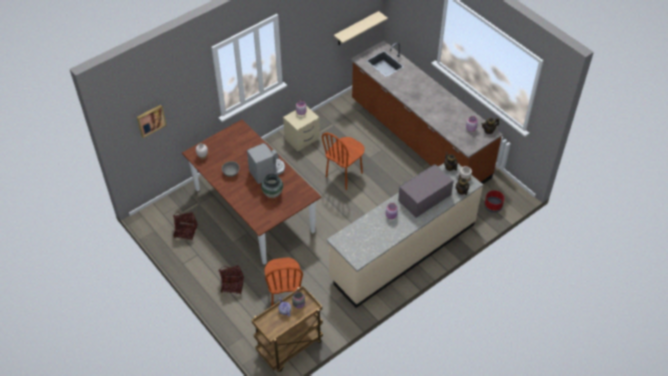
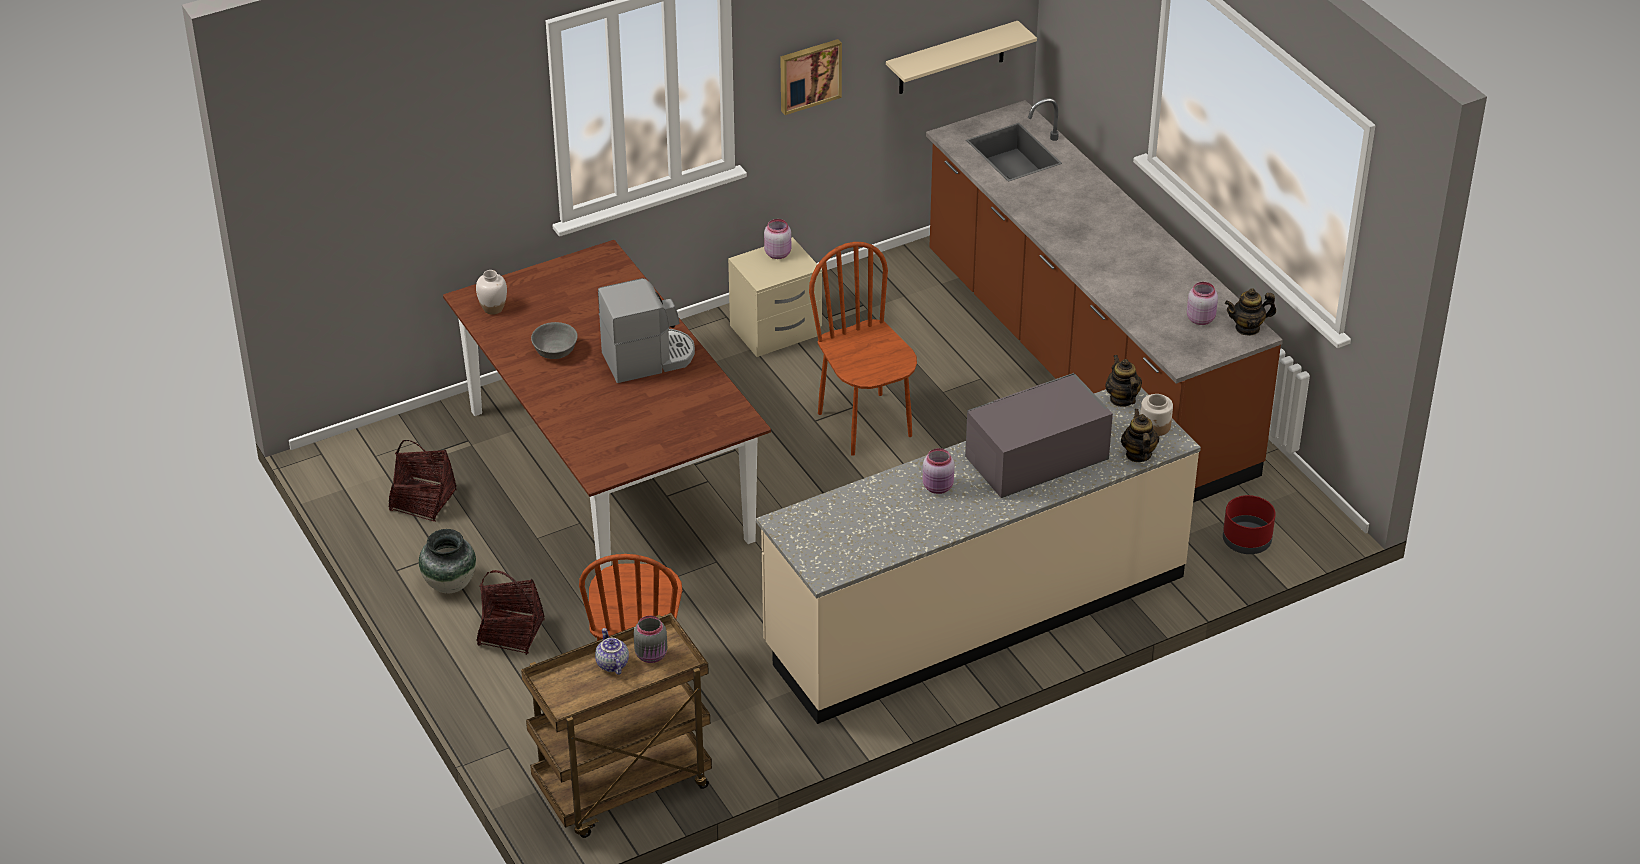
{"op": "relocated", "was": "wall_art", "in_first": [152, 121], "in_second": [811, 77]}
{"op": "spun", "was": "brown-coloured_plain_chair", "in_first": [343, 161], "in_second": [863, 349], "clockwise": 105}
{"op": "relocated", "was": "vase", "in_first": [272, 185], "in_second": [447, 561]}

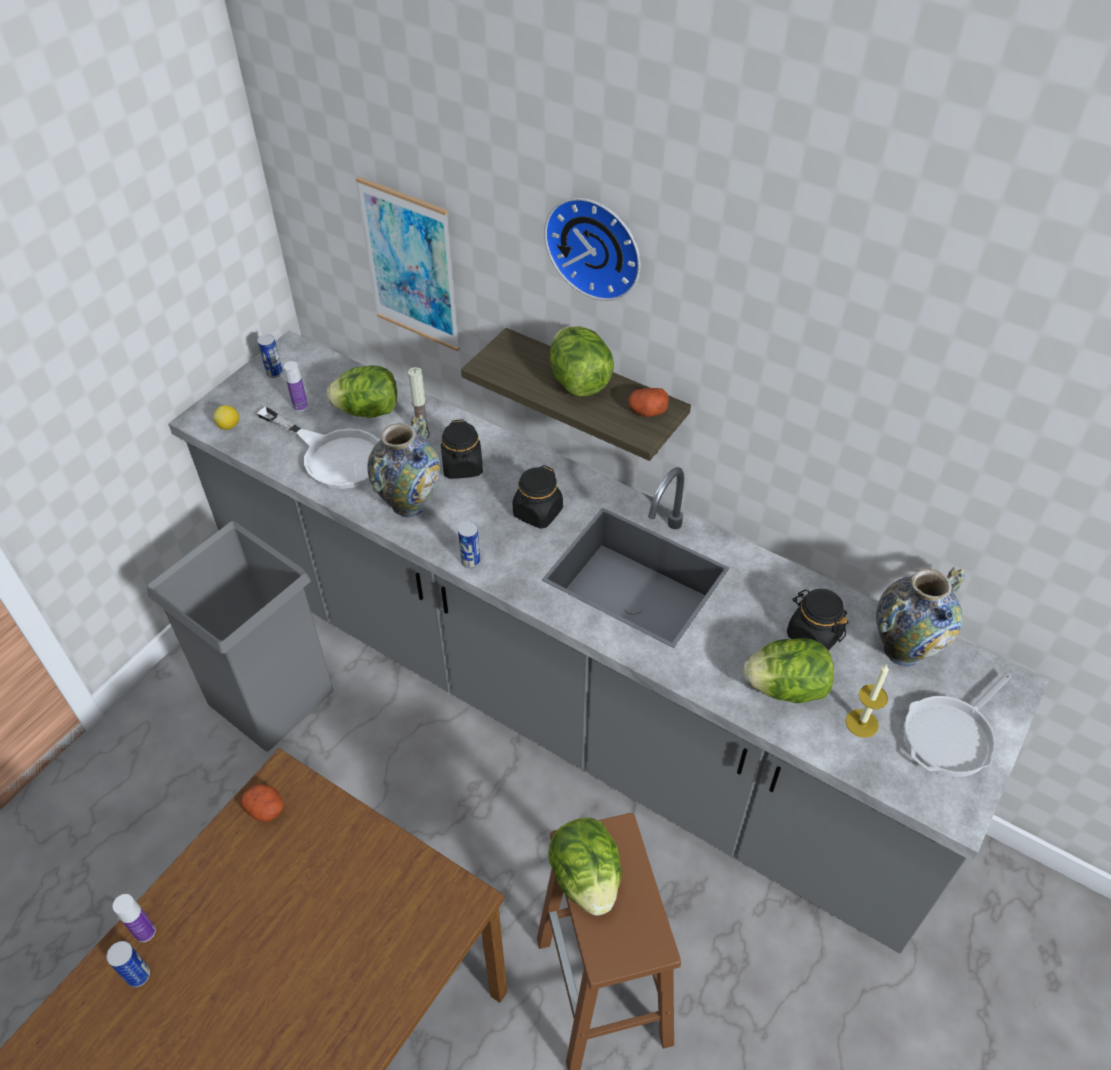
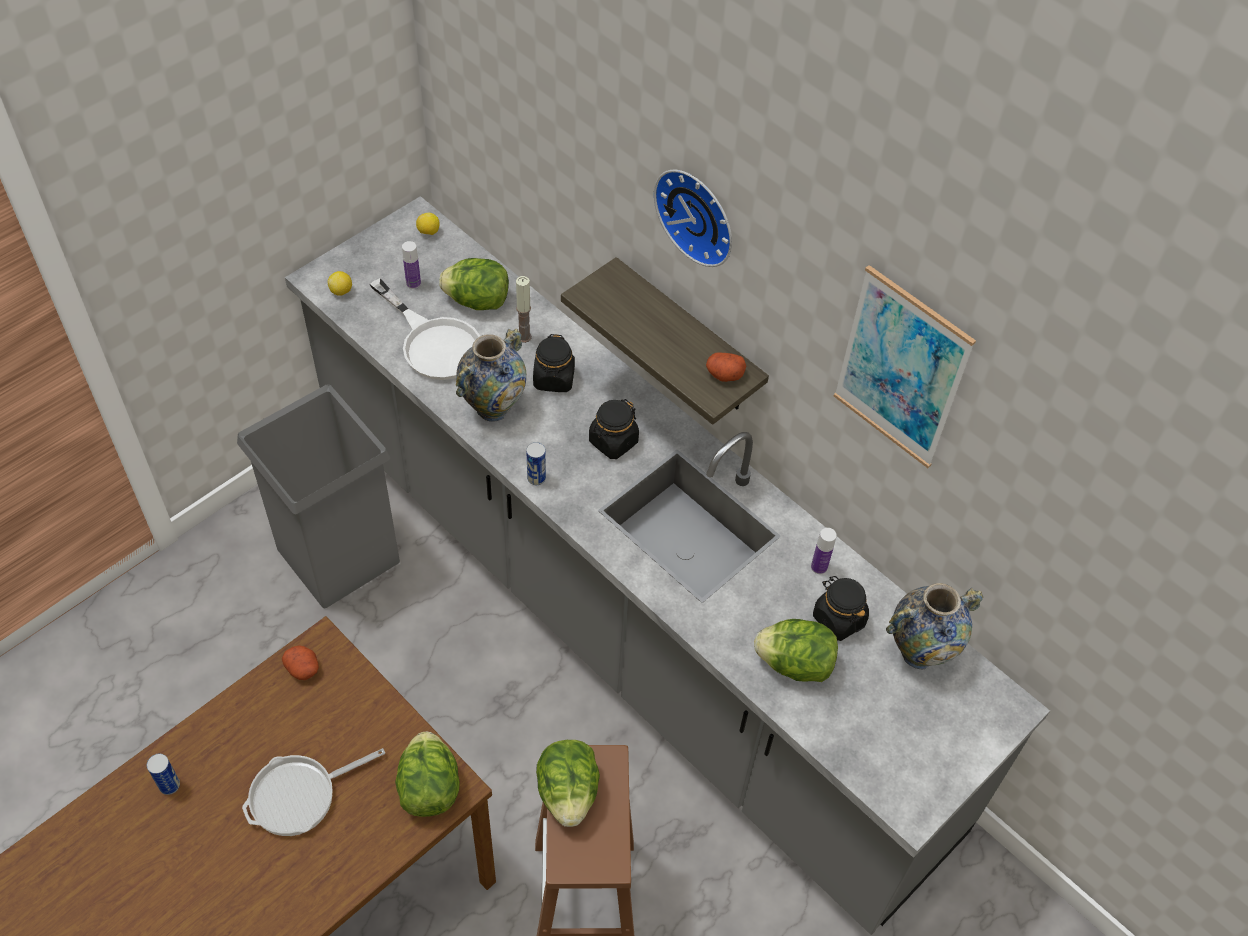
{"op": "relocated", "was": "wall_art", "in_first": [408, 264], "in_second": [905, 366]}
{"op": "relocated", "was": "lettuce", "in_first": [581, 361], "in_second": [427, 774]}
{"op": "missing", "was": "metal_can", "in_first": [270, 356]}
{"op": "missing", "was": "candle", "in_first": [867, 701]}
{"op": "relocated", "was": "skillet", "in_first": [957, 724], "in_second": [313, 792]}
{"op": "relocated", "was": "bottle", "in_first": [134, 918], "in_second": [824, 551]}
{"op": "appeared", "now": "whole_lemon", "in_second": [427, 224]}

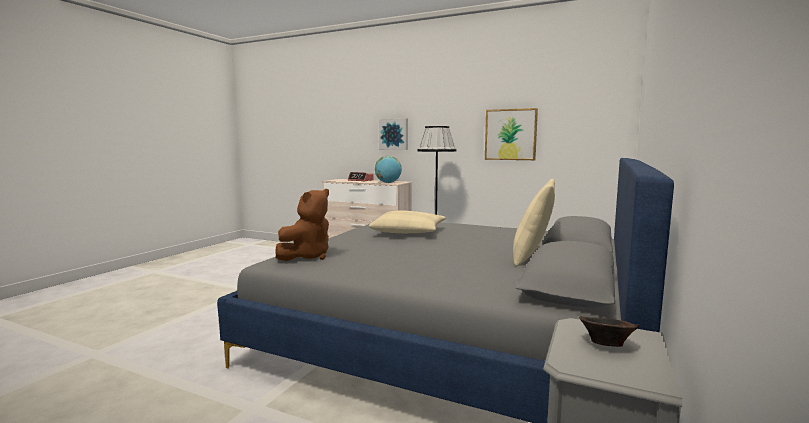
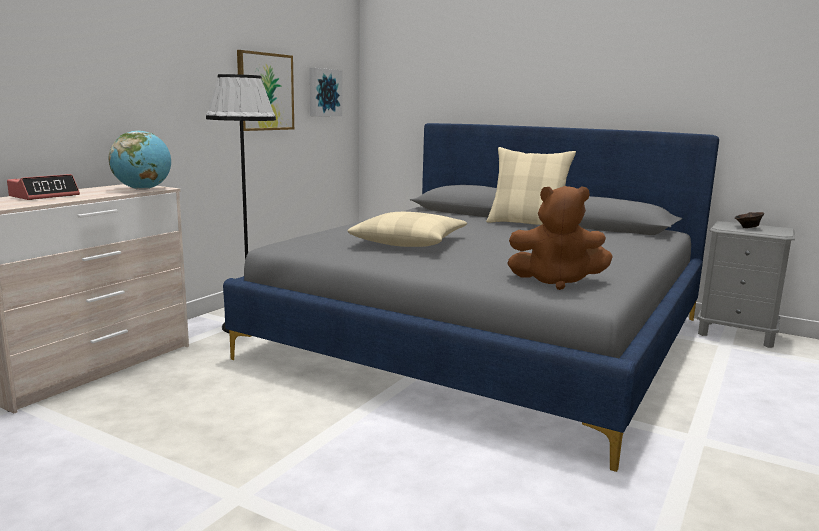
{"op": "relocated", "was": "wall_art", "in_first": [393, 134], "in_second": [325, 92]}
{"op": "spun", "was": "brown-coloured_cuddly_toy", "in_first": [302, 225], "in_second": [560, 238], "clockwise": 150}

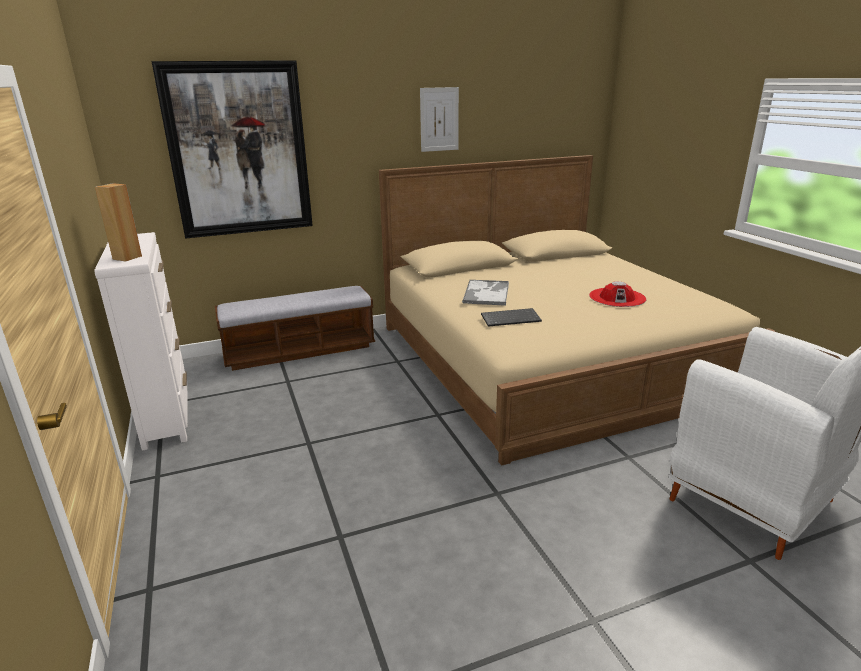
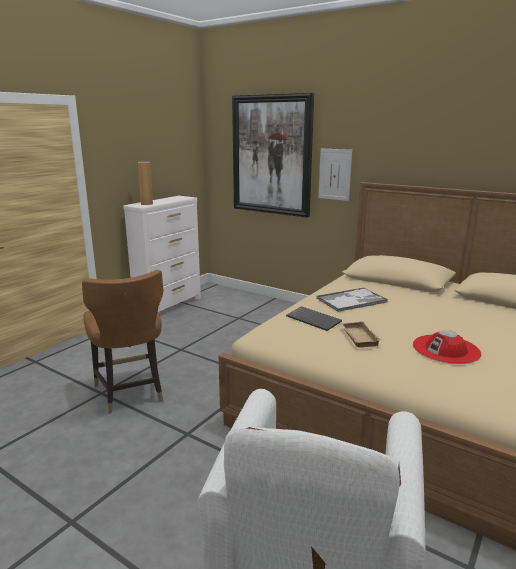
{"op": "relocated", "was": "wall_art", "in_first": [439, 119], "in_second": [335, 175]}
{"op": "missing", "was": "bench", "in_first": [295, 328]}
{"op": "appeared", "now": "brown-coloured_plain_chair", "in_second": [123, 341]}
{"op": "appeared", "now": "sand-coloured_tray", "in_second": [360, 334]}

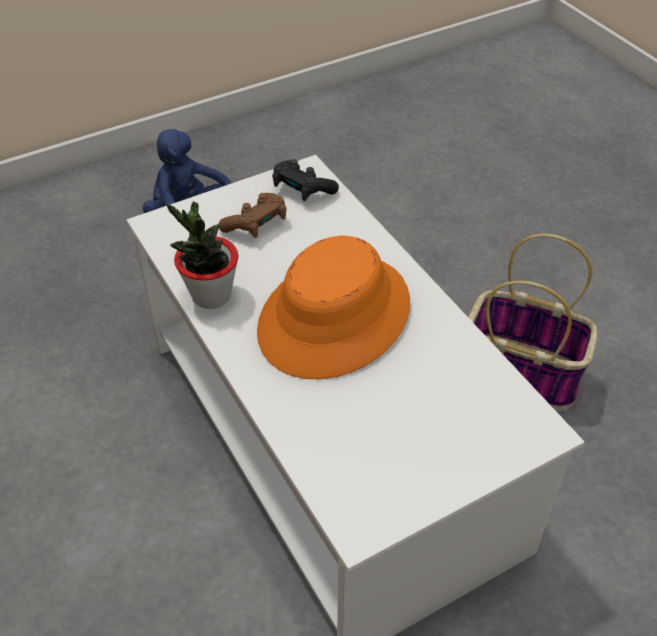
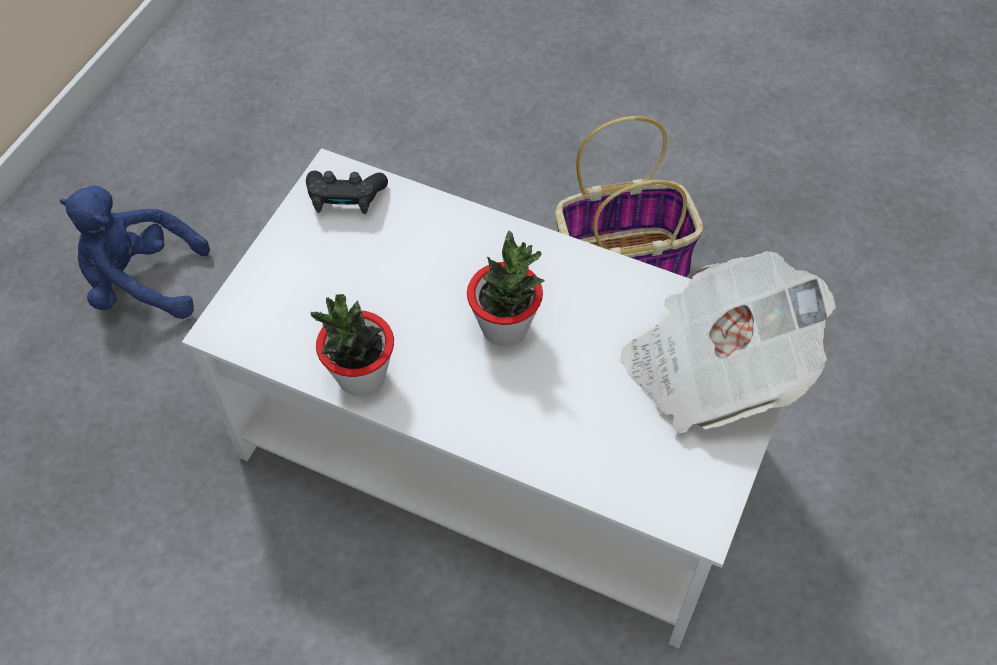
{"op": "missing", "was": "brown-coloured_gamepad", "in_first": [253, 215]}
{"op": "exchanged", "was": "orangey_hat", "now": "houseplant", "in_first": [333, 307], "in_second": [506, 289]}
{"op": "appeared", "now": "newspaper", "in_second": [728, 342]}

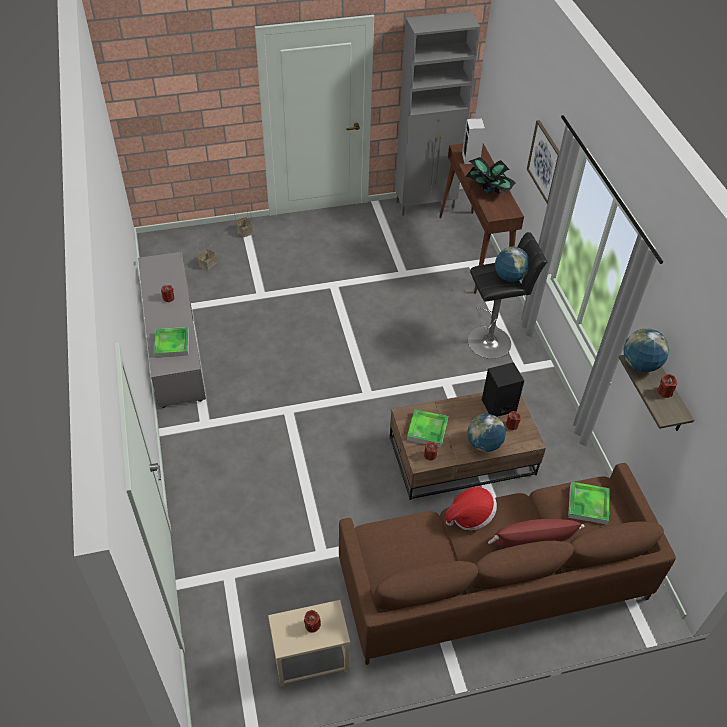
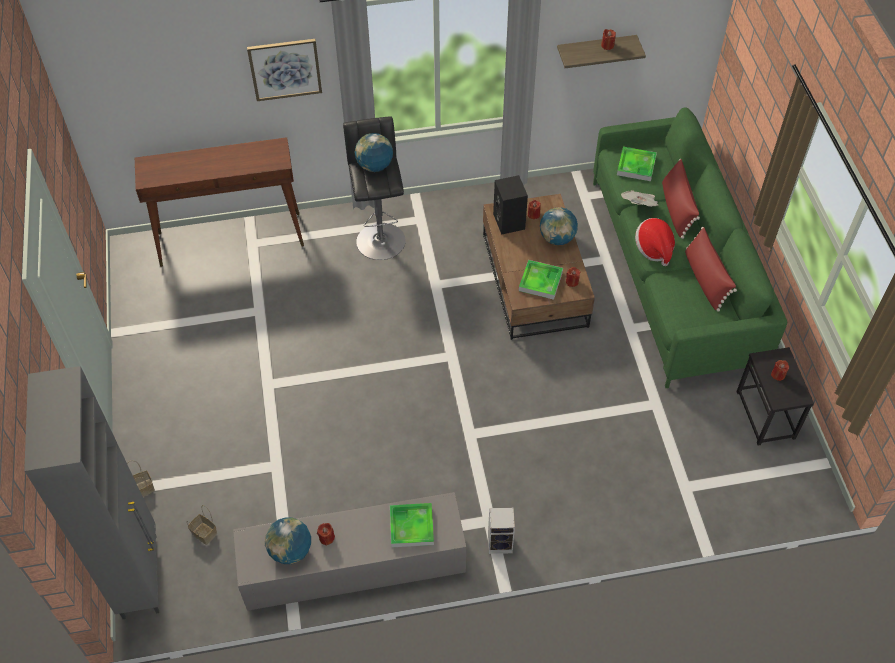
{"op": "relocated", "was": "grey_cupboard", "in_first": [438, 113], "in_second": [91, 492]}
{"op": "relocated", "was": "loudspeaker", "in_first": [473, 141], "in_second": [501, 531]}
{"op": "missing", "was": "houseplant", "in_first": [490, 175]}
{"op": "relocated", "was": "world_globe", "in_first": [646, 350], "in_second": [288, 540]}
{"op": "colour", "was": "brown-coloured_sofa", "now": "green-coloured_sofa", "in_first": [507, 564], "in_second": [690, 247]}
{"op": "colour", "was": "sand-coloured_accent_table", "now": "black_accent_table", "in_first": [309, 643], "in_second": [775, 396]}
{"op": "appeared", "now": "newspaper", "in_second": [640, 198]}
{"op": "appeared", "now": "reddish_pillow", "in_second": [711, 269]}

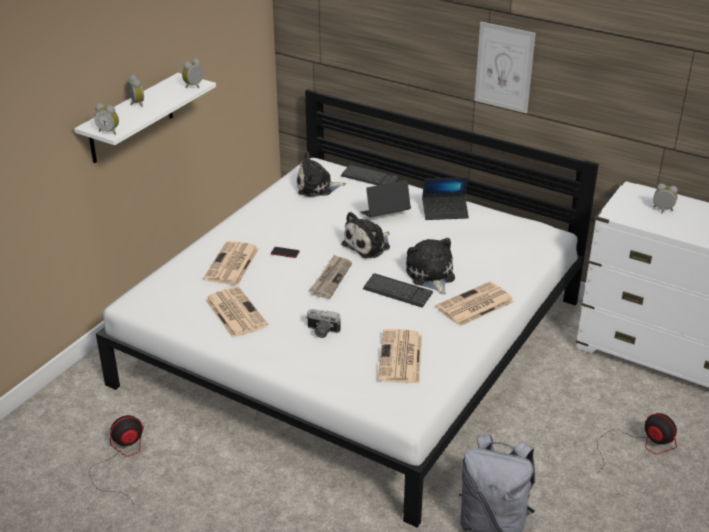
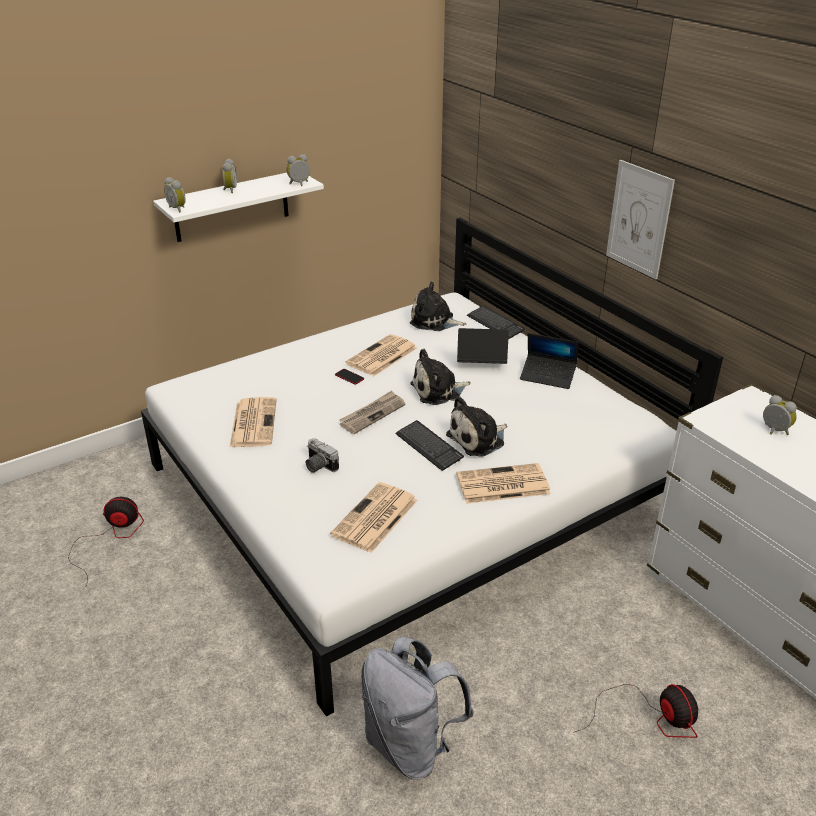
{"op": "spun", "was": "cuddly_toy", "in_first": [430, 266], "in_second": [477, 426], "clockwise": -135}
{"op": "relocated", "was": "newspaper", "in_first": [231, 263], "in_second": [381, 355]}

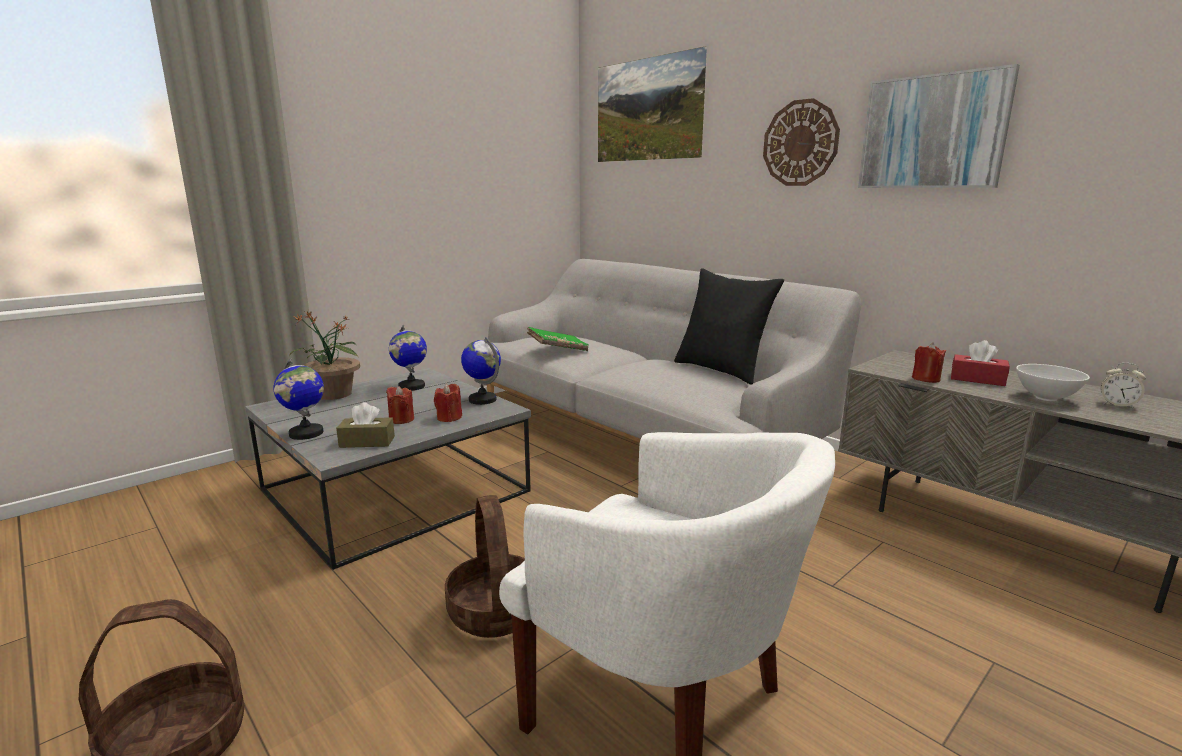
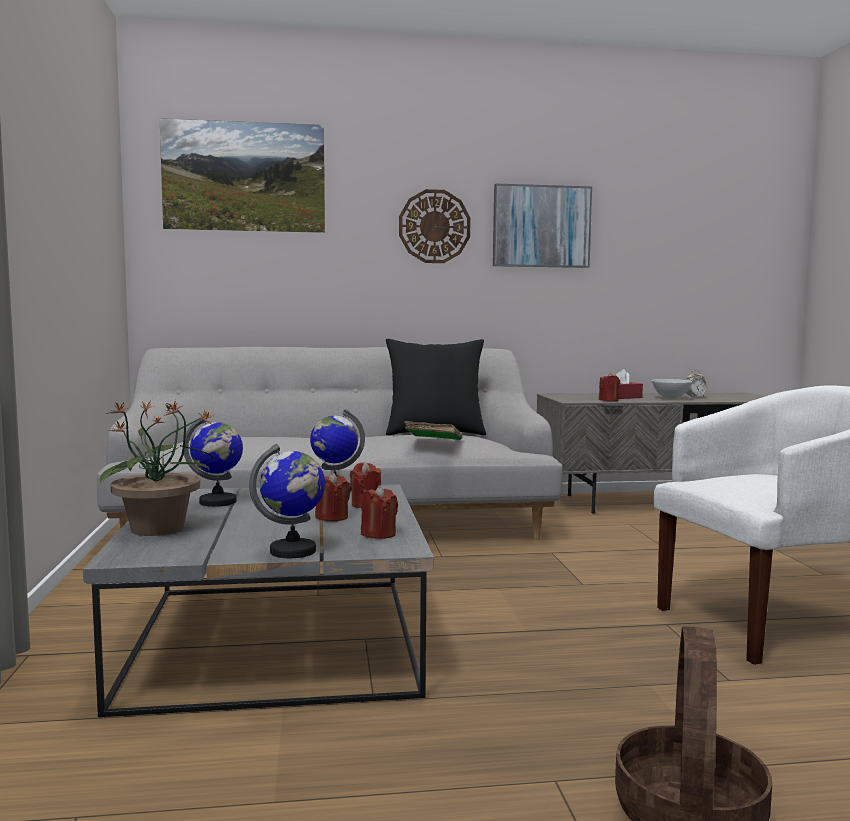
{"op": "relocated", "was": "green-coloured_book", "in_first": [558, 339], "in_second": [434, 430]}
{"op": "exchanged", "was": "brown-coloured_tissue_holder", "now": "reddish_candle", "in_first": [365, 425], "in_second": [379, 512]}
{"op": "missing", "was": "storage_basket", "in_first": [485, 566]}

